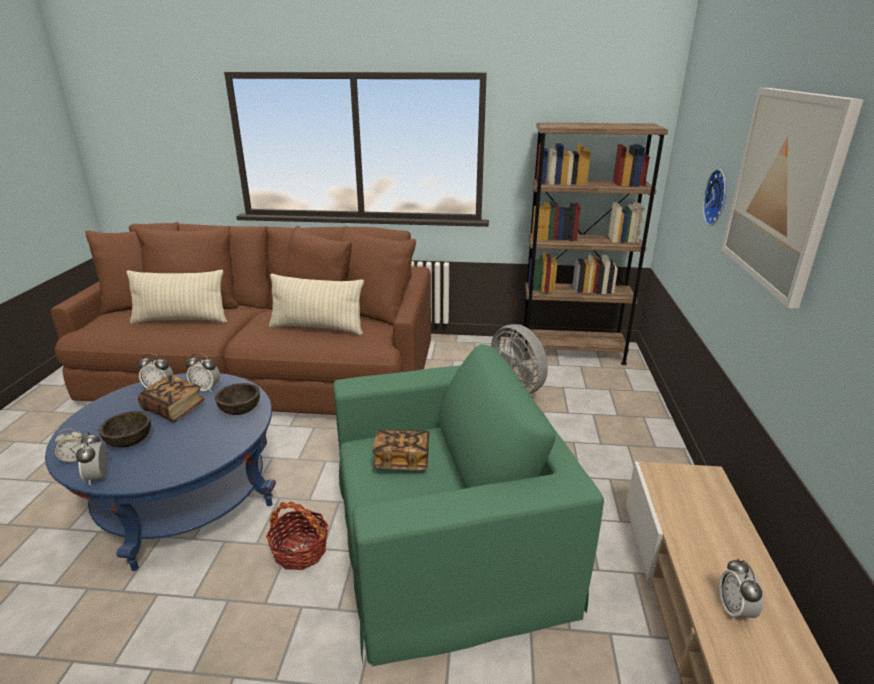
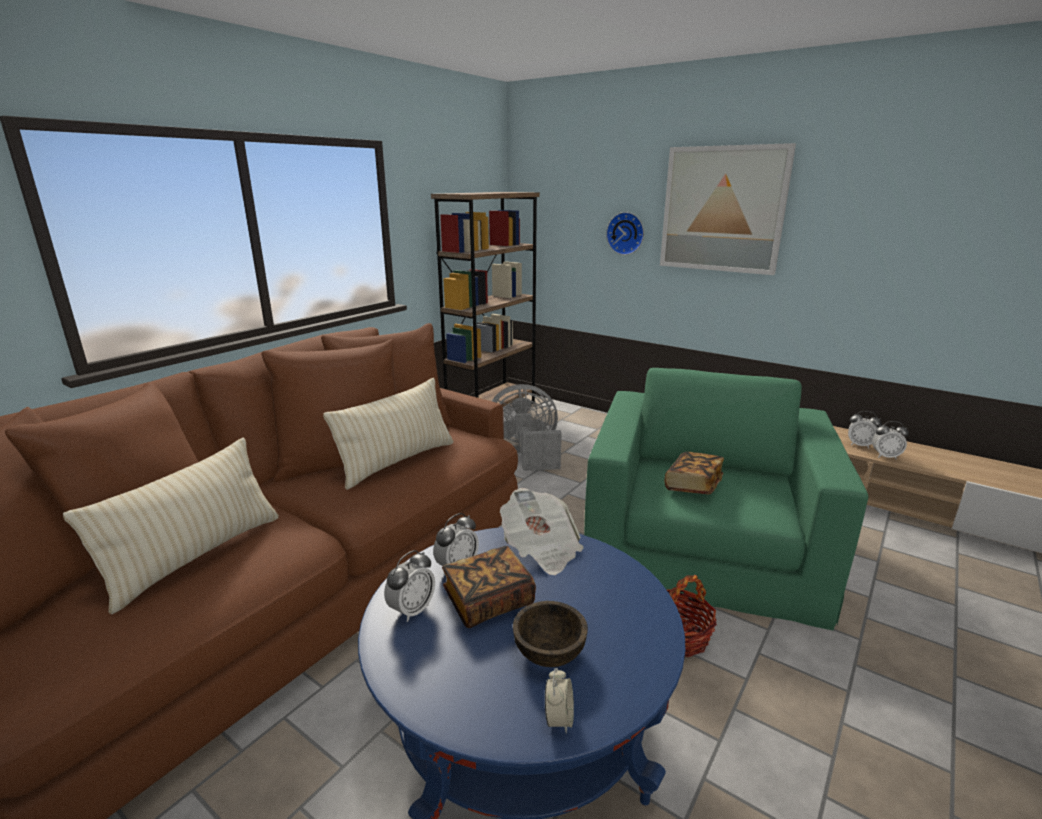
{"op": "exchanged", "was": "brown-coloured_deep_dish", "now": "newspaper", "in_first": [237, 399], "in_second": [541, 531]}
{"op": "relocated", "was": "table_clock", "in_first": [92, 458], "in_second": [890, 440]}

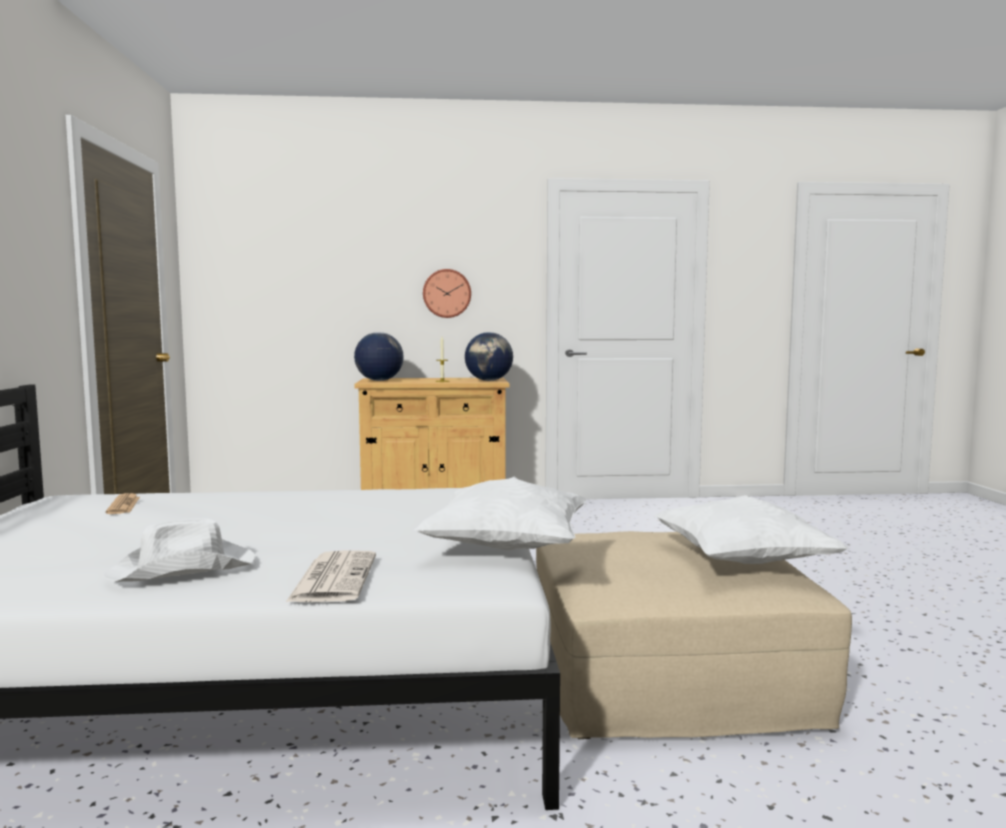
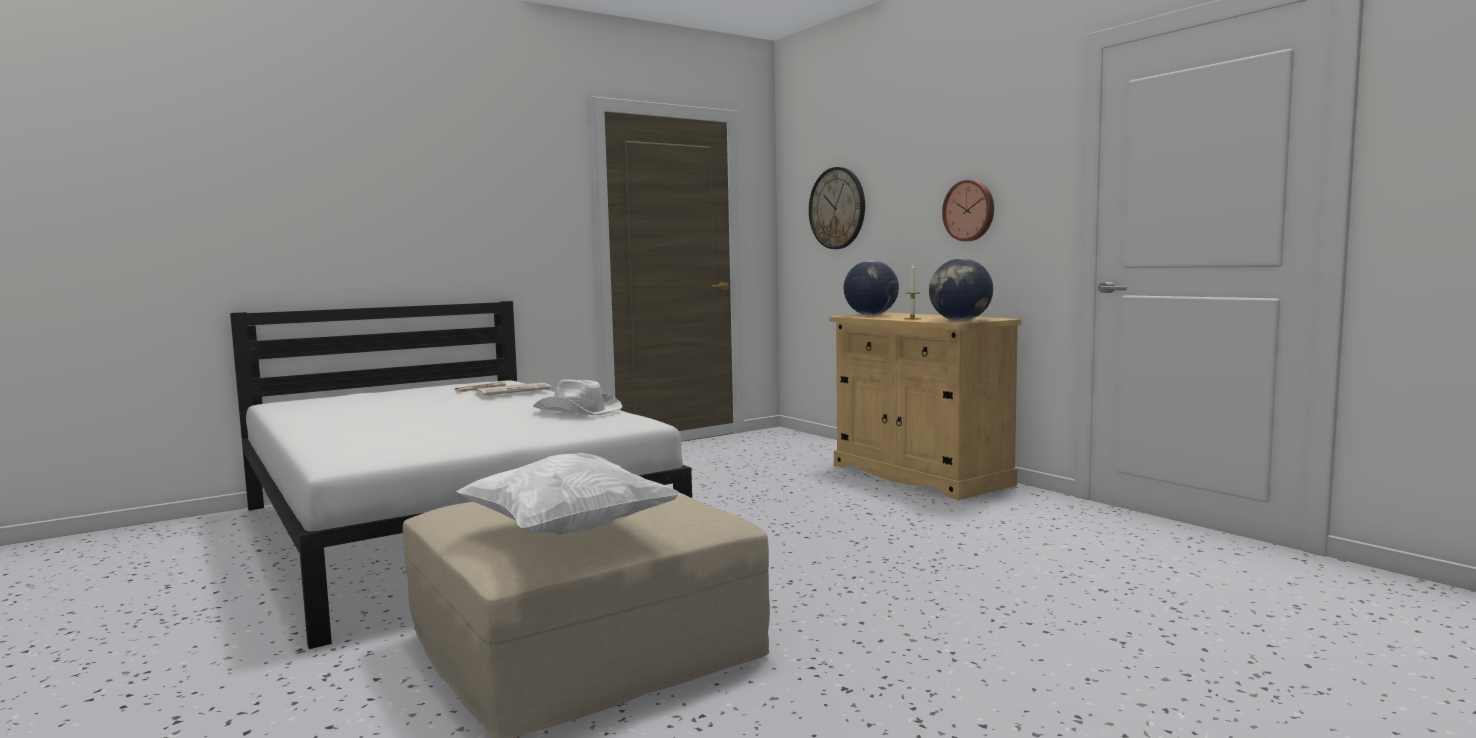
{"op": "missing", "was": "whitish_pillow", "in_first": [500, 513]}
{"op": "relocated", "was": "whitish_hat", "in_first": [179, 550], "in_second": [577, 397]}
{"op": "relocated", "was": "newspaper", "in_first": [331, 576], "in_second": [512, 389]}
{"op": "appeared", "now": "wall_clock", "in_second": [837, 208]}

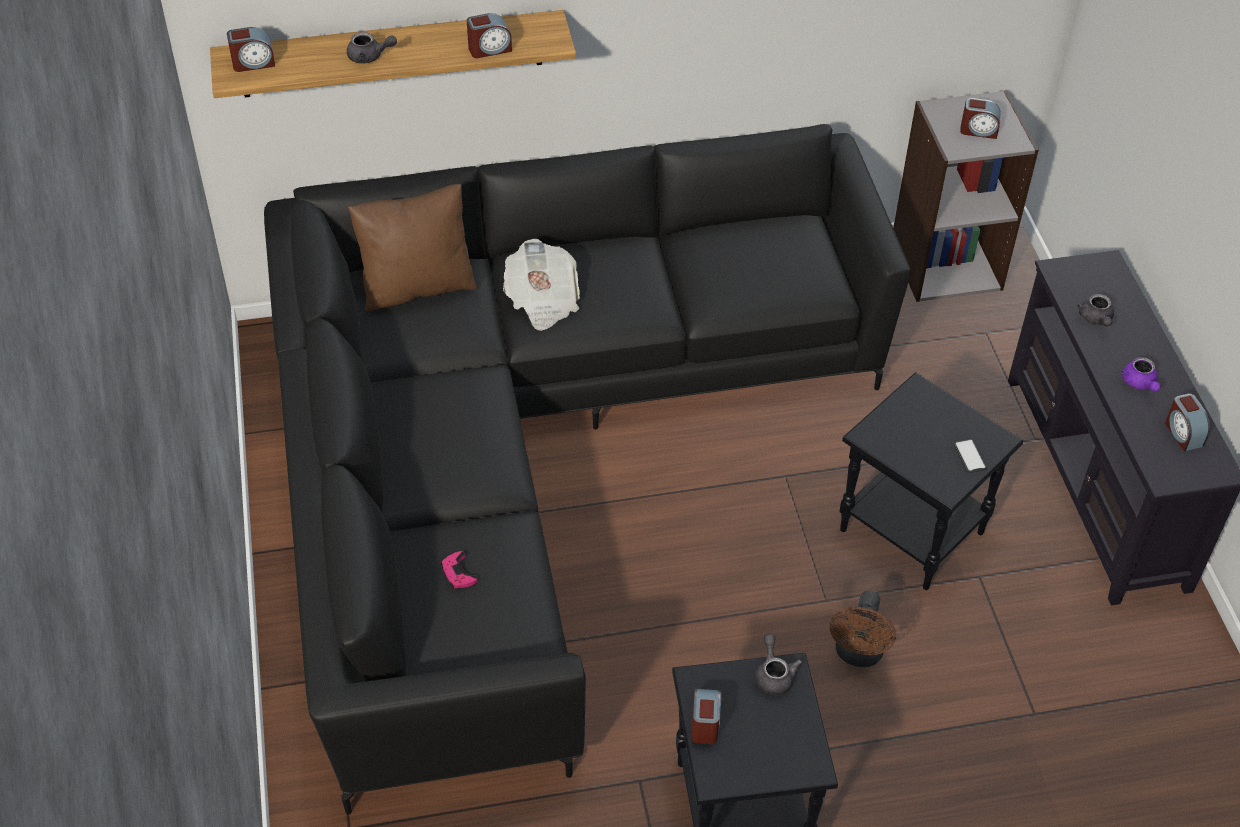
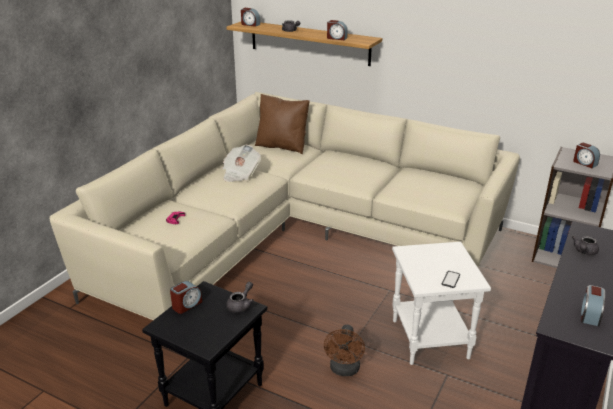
{"op": "colour", "was": "black_sofa", "now": "sand-coloured_sofa", "in_first": [587, 469], "in_second": [284, 206]}
{"op": "relocated", "was": "newspaper", "in_first": [541, 285], "in_second": [241, 163]}
{"op": "missing", "was": "purple-coloured_pot_for_tea", "in_first": [1141, 374]}
{"op": "colour", "was": "black_accent_table", "now": "whitish_accent_table", "in_first": [931, 481], "in_second": [441, 303]}
{"op": "spun", "was": "brown-coloured_cooling_fan", "in_first": [863, 629], "in_second": [344, 350], "clockwise": -45}

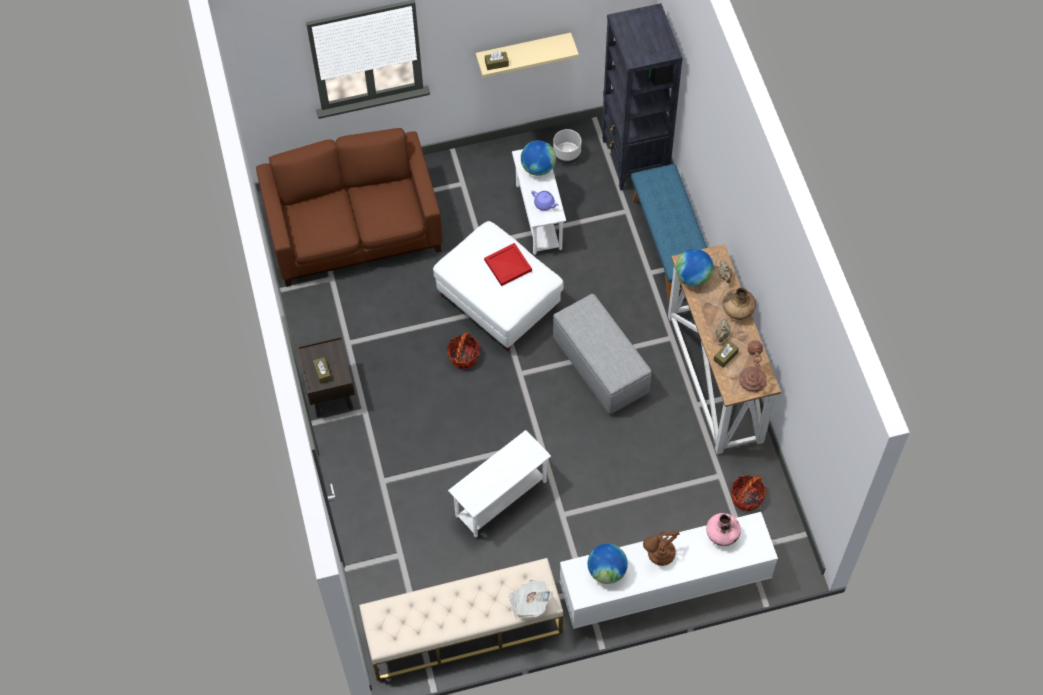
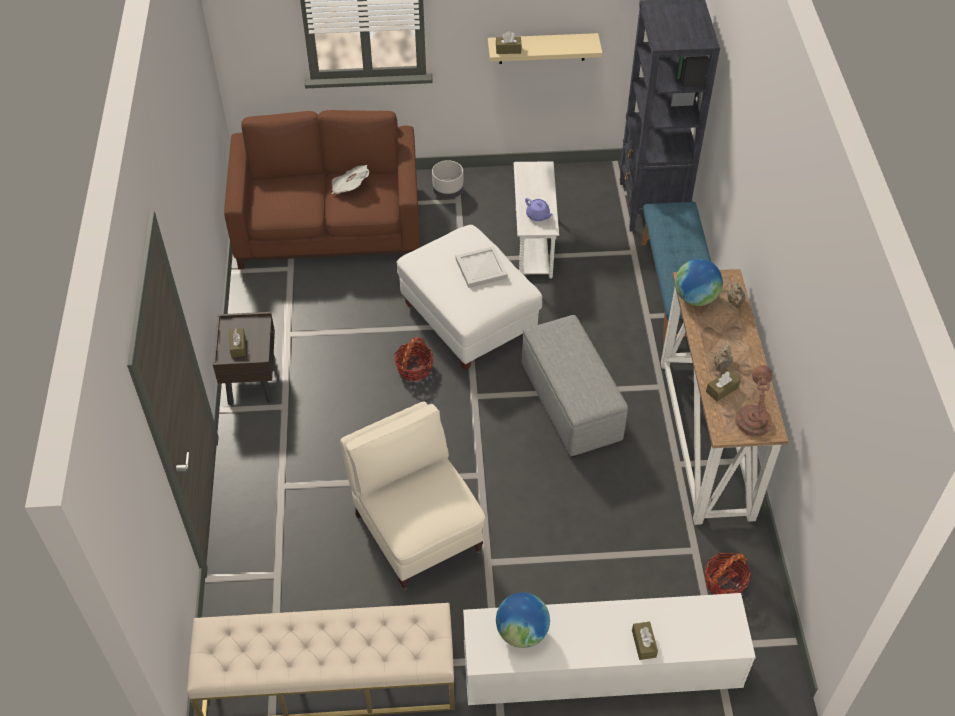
{"op": "relocated", "was": "grey_planter", "in_first": [567, 146], "in_second": [448, 179]}
{"op": "missing", "was": "world_globe", "in_first": [538, 158]}
{"op": "colour", "was": "reddish_tray", "now": "whitish_tray", "in_first": [508, 264], "in_second": [482, 267]}
{"op": "missing", "was": "brown-coloured_vase", "in_first": [739, 303]}
{"op": "exchanged", "was": "whitish_accent_table", "now": "sand-coloured_armchair", "in_first": [499, 483], "in_second": [412, 495]}
{"op": "missing", "was": "pink_vase", "in_first": [723, 529]}
{"op": "missing", "was": "brown-coloured_tabletop_lamp", "in_first": [661, 548]}
{"op": "relocated", "was": "newspaper", "in_first": [529, 599], "in_second": [350, 179]}
{"op": "appeared", "now": "brown-coloured_tissue_holder", "in_second": [645, 641]}

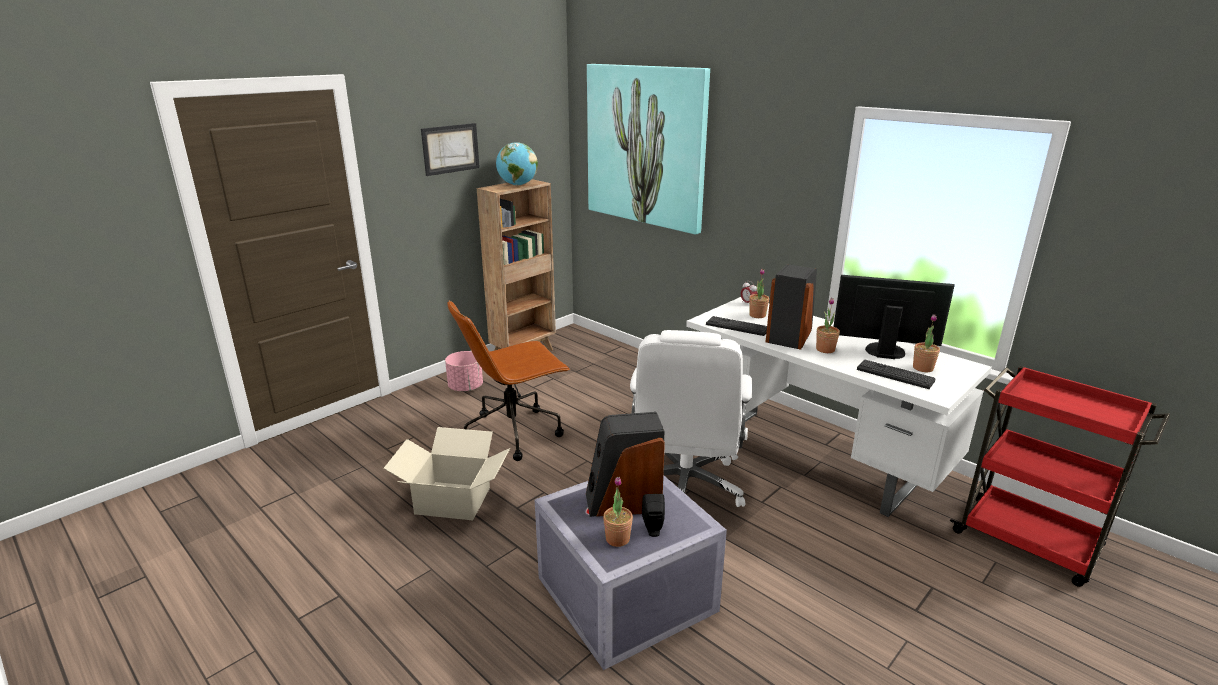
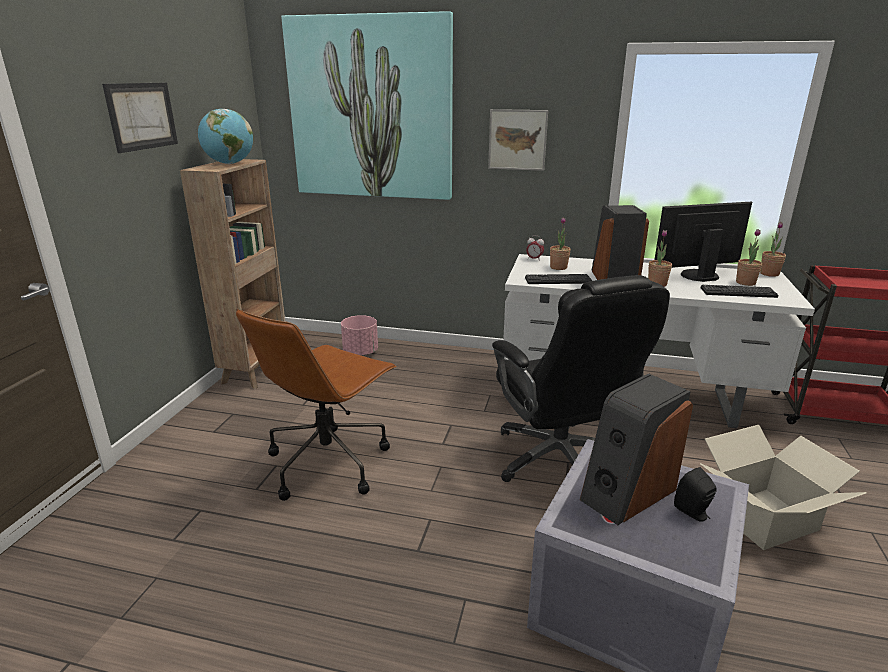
{"op": "colour", "was": "whitish_computer_chair", "now": "black_computer_chair", "in_first": [691, 418], "in_second": [581, 378]}
{"op": "relocated", "was": "pink_planter", "in_first": [464, 371], "in_second": [359, 335]}
{"op": "relocated", "was": "carton", "in_first": [446, 473], "in_second": [783, 487]}
{"op": "relocated", "was": "houseplant", "in_first": [618, 512], "in_second": [773, 249]}
{"op": "appeared", "now": "wall_art", "in_second": [518, 140]}

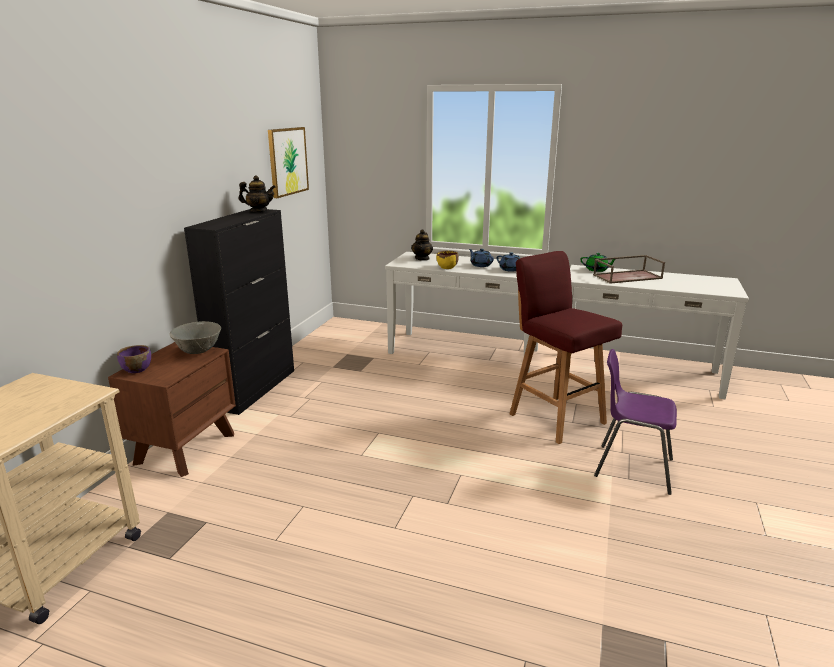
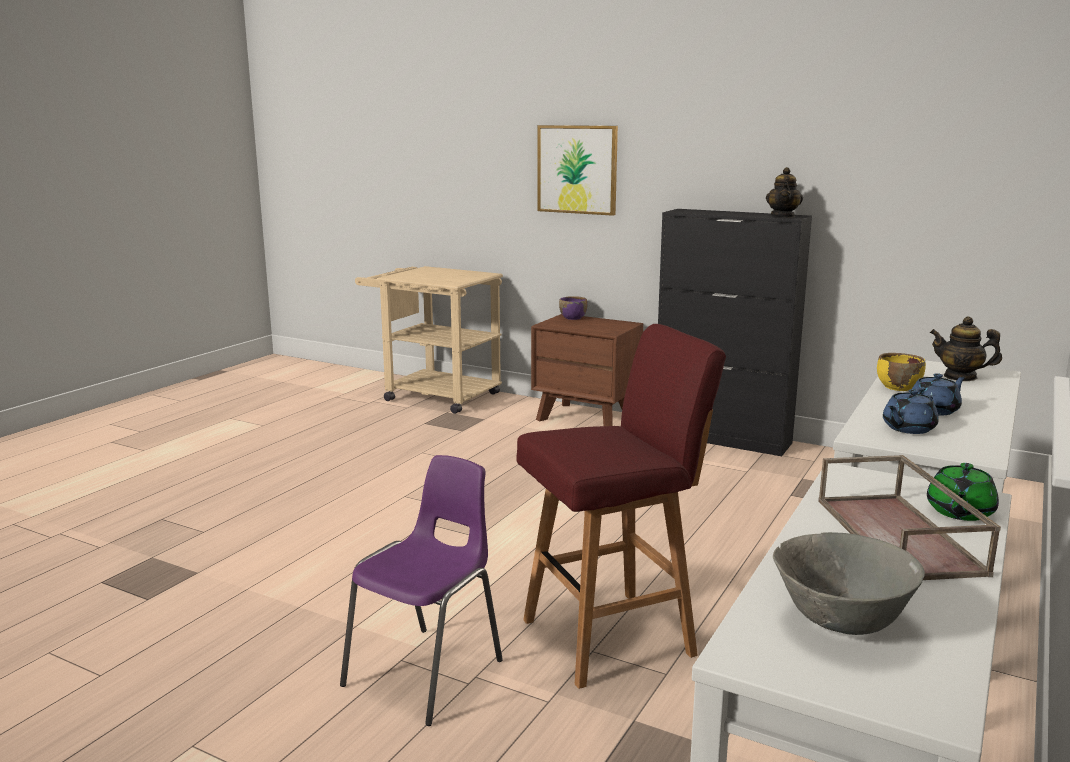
{"op": "relocated", "was": "wall_art", "in_first": [288, 162], "in_second": [578, 170]}
{"op": "relocated", "was": "grey_deep_dish", "in_first": [195, 337], "in_second": [849, 583]}

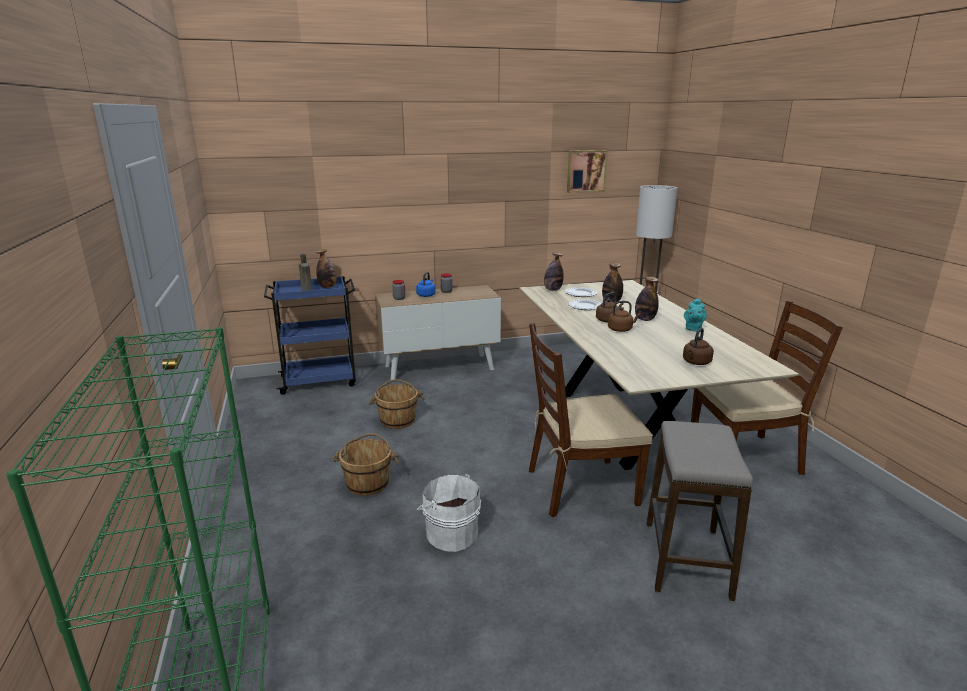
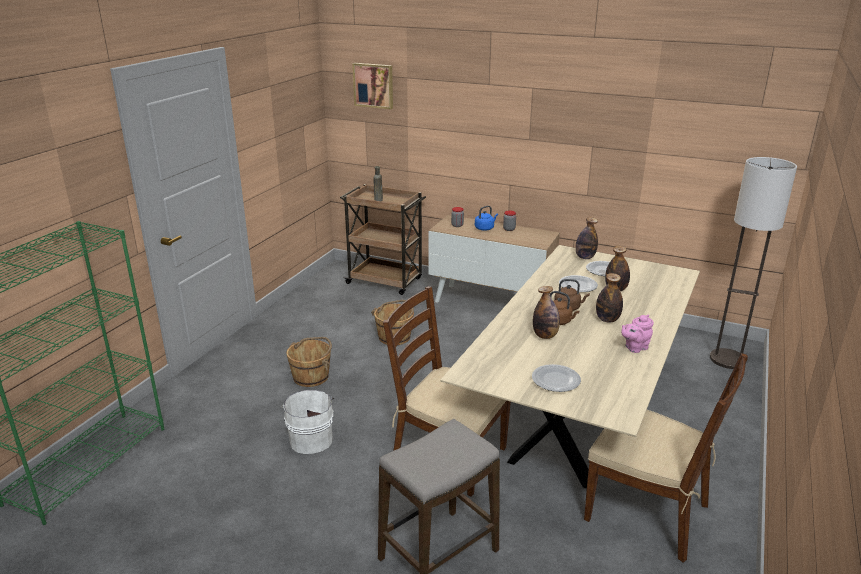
{"op": "relocated", "was": "wall_art", "in_first": [587, 171], "in_second": [372, 86]}
{"op": "relocated", "was": "bottle", "in_first": [326, 268], "in_second": [546, 312]}
{"op": "colour", "was": "blue-coloured_wheeled_cart", "now": "brown-coloured_wheeled_cart", "in_first": [310, 335], "in_second": [383, 239]}
{"op": "colour", "was": "turquoise-coloured_pot_for_tea", "now": "pink_pot_for_tea", "in_first": [695, 315], "in_second": [637, 334]}
{"op": "exchanged", "was": "brown-coloured_kettle", "now": "plate", "in_first": [698, 346], "in_second": [556, 378]}

